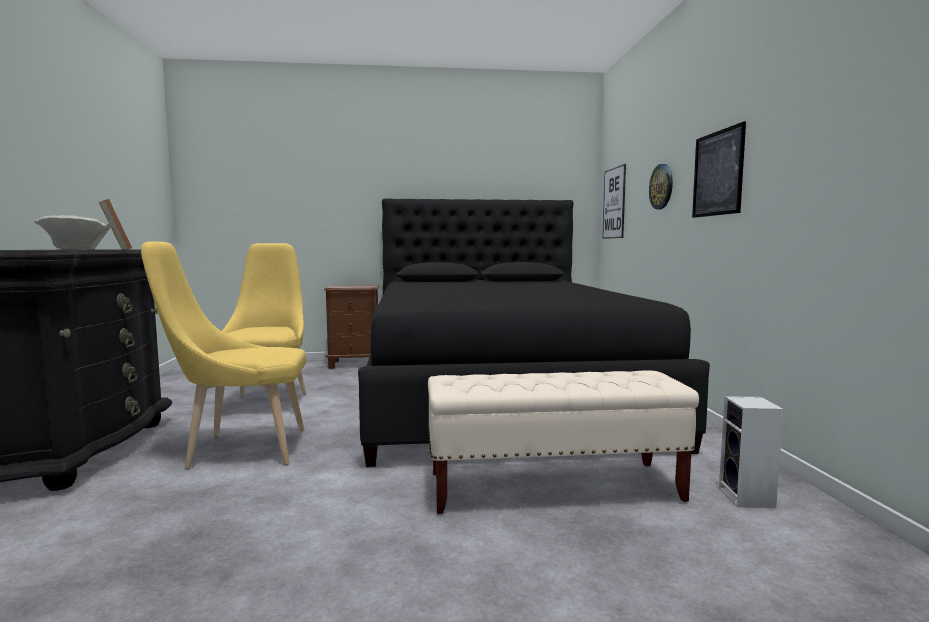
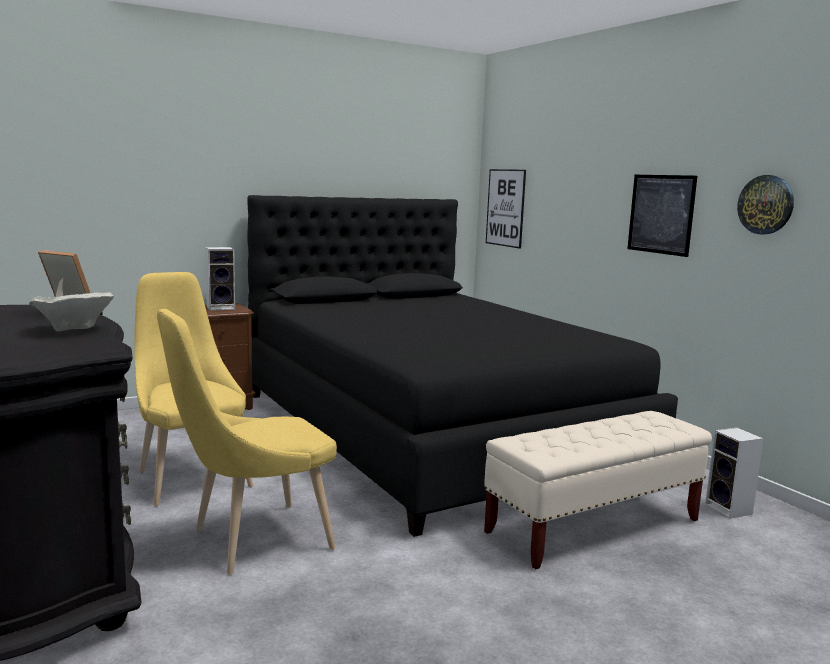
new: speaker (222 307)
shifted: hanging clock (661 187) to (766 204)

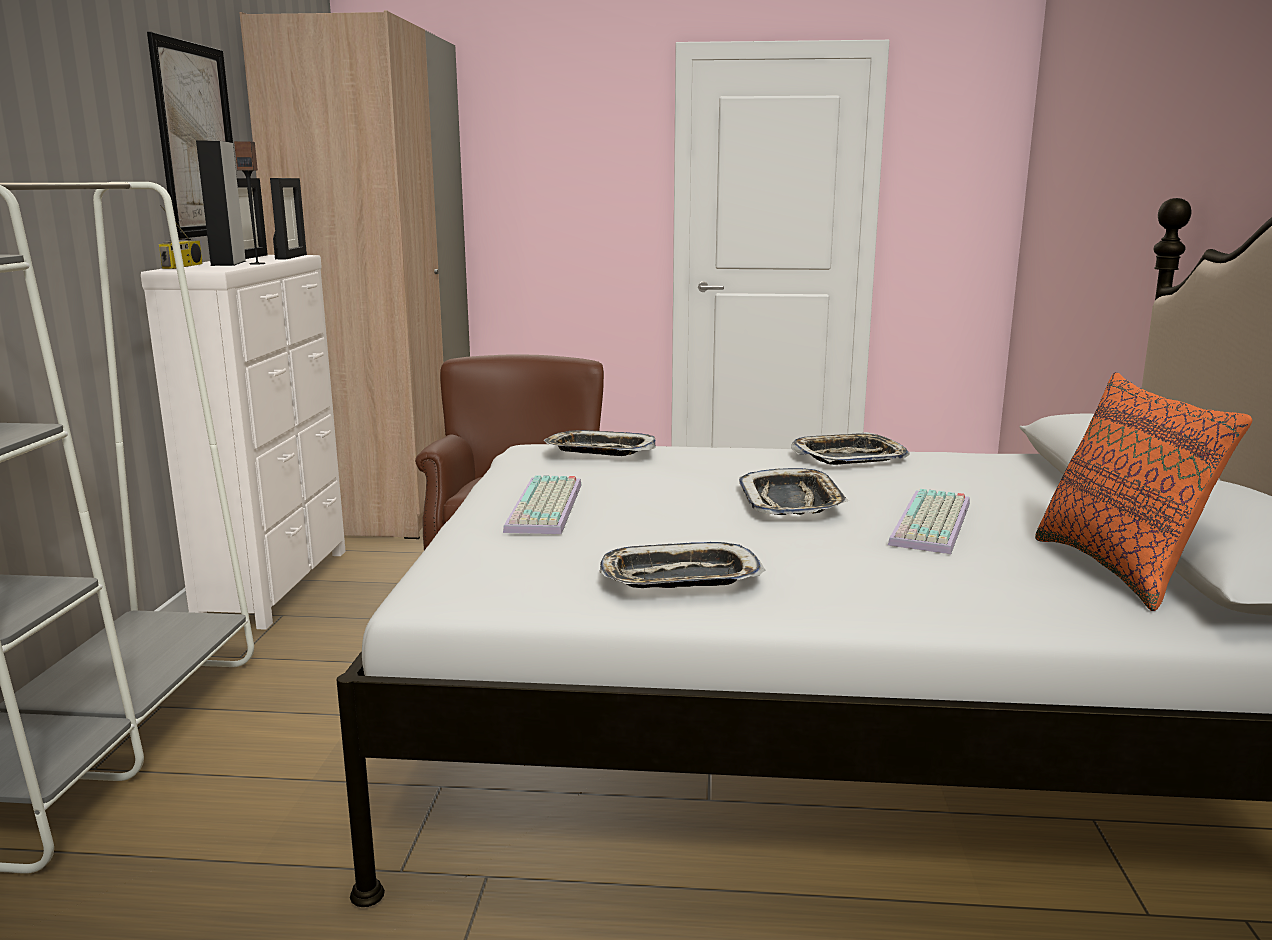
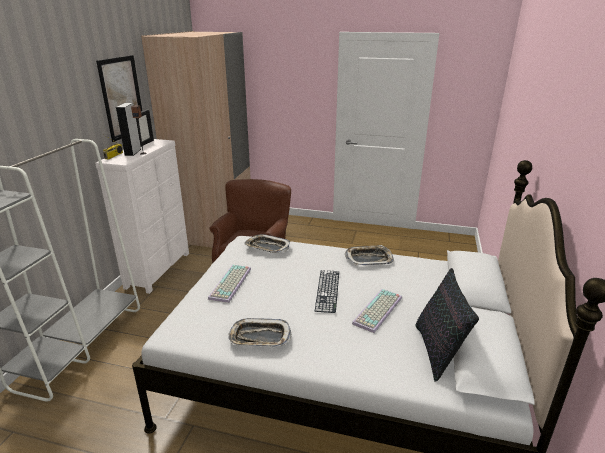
gone: picture frame (291 257)
swapped: tray (791 501) to keyboard (327 290)
repainted: orangey throw pillow (1116 571) to black-coloured throw pillow (437 352)

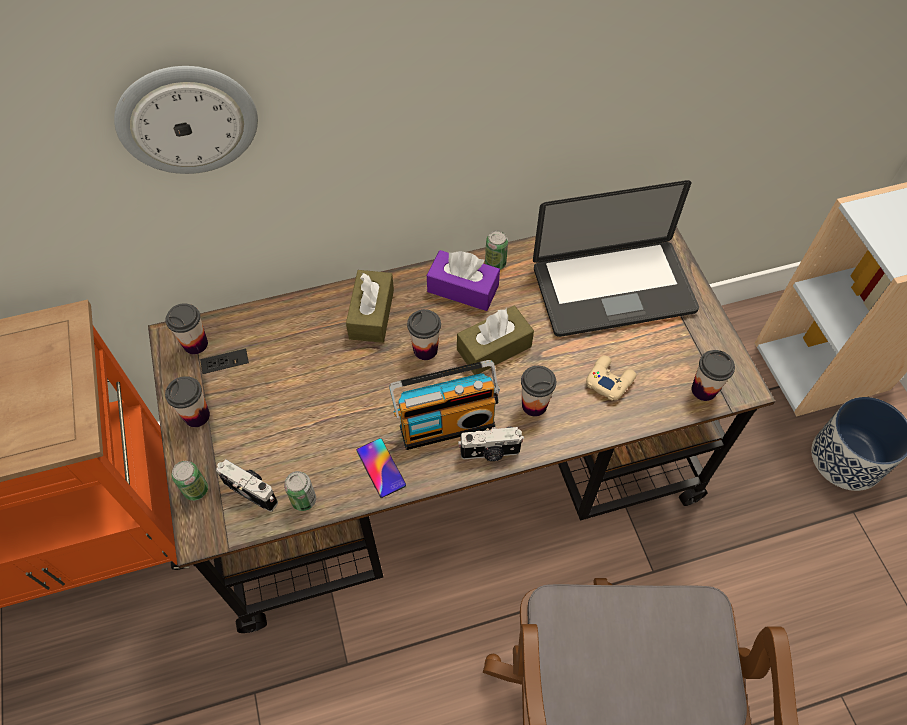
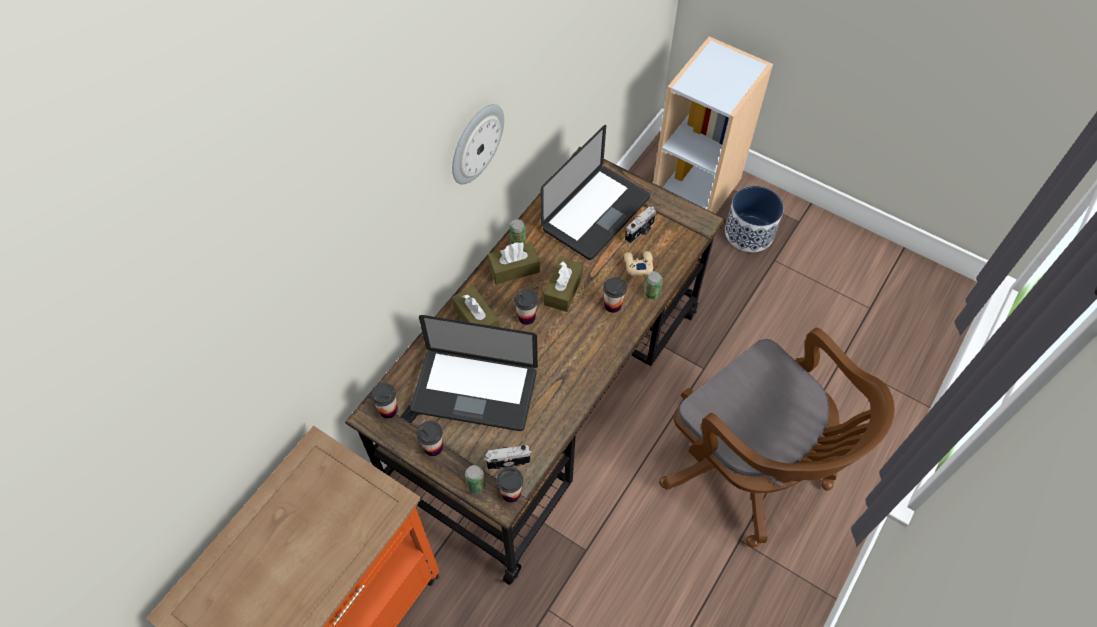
gone: phone (381 468); radio receiver (446 423)
new: laptop (474 391)
shifted: hanging clock (187 119) to (475 143); sealed can (304 500) to (651 293); photo camera (490 453) to (640 232); small cup (704 390) to (511 493)
repainted: purple box of tissues (463 289) to brown-coloured box of tissues (514 268)

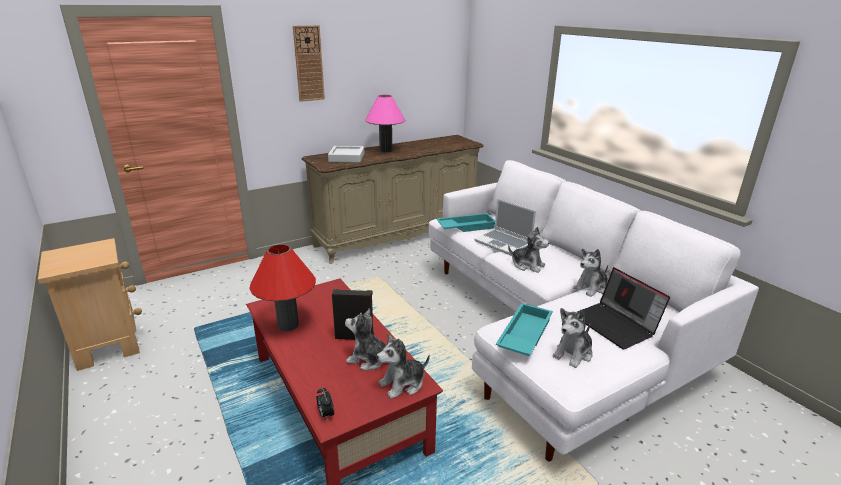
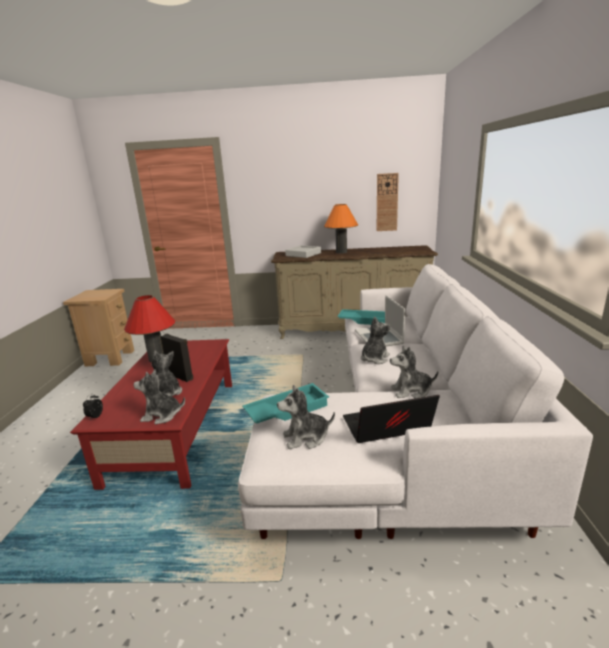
shifted: hanging clock (308 64) to (387 202)
repainted: pink tabletop lamp (385 150) to orangey tabletop lamp (341 252)
rotated: soft toy (527 265) = (374 358) 120 degrees counterclockwise; laptop (616 325) = (386 429) 75 degrees clockwise

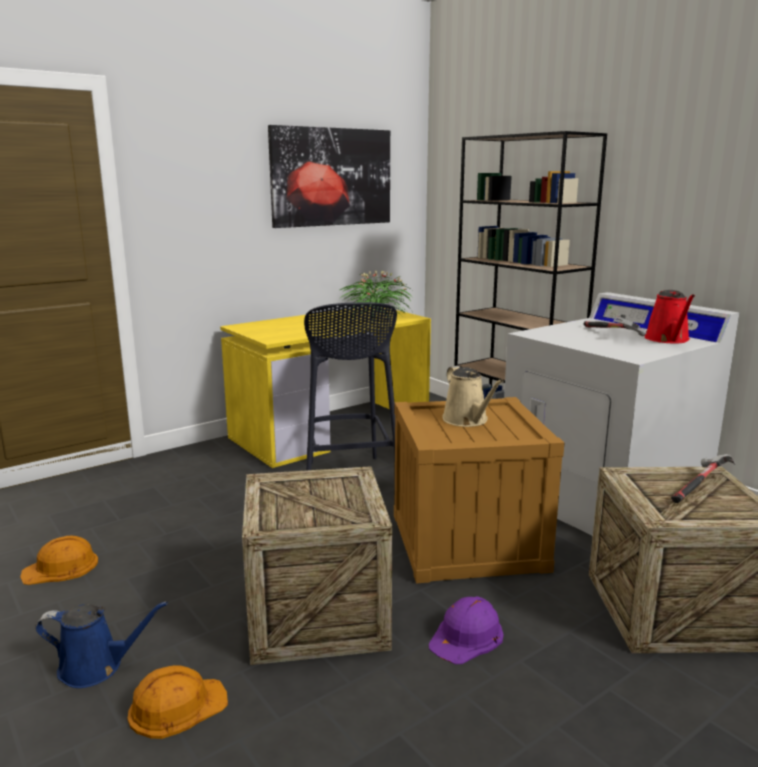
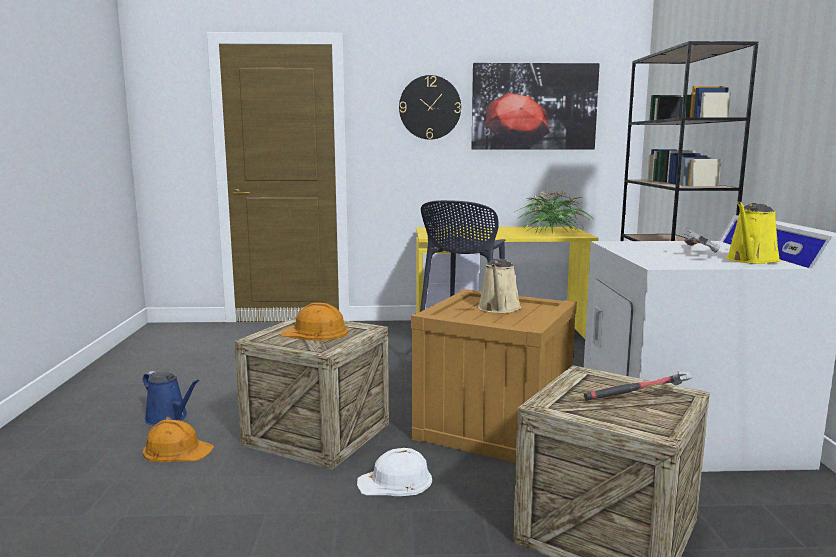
new: hanging clock (430 107)
shifted: orangey work helmet (61 568) to (315 332)
repainted: purple work helmet (467 636) to white-coloured work helmet (395 481); red sprinkling can (668 339) to yellowish sprinkling can (751 260)

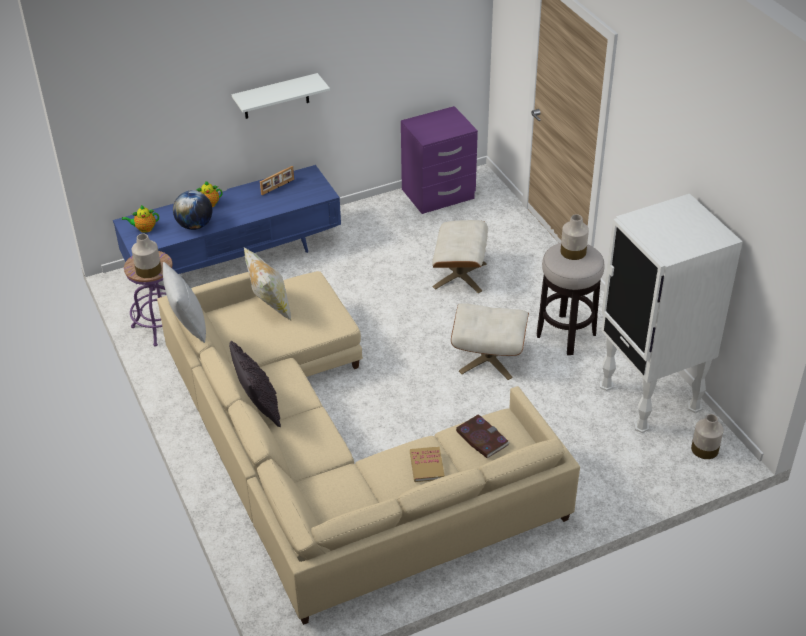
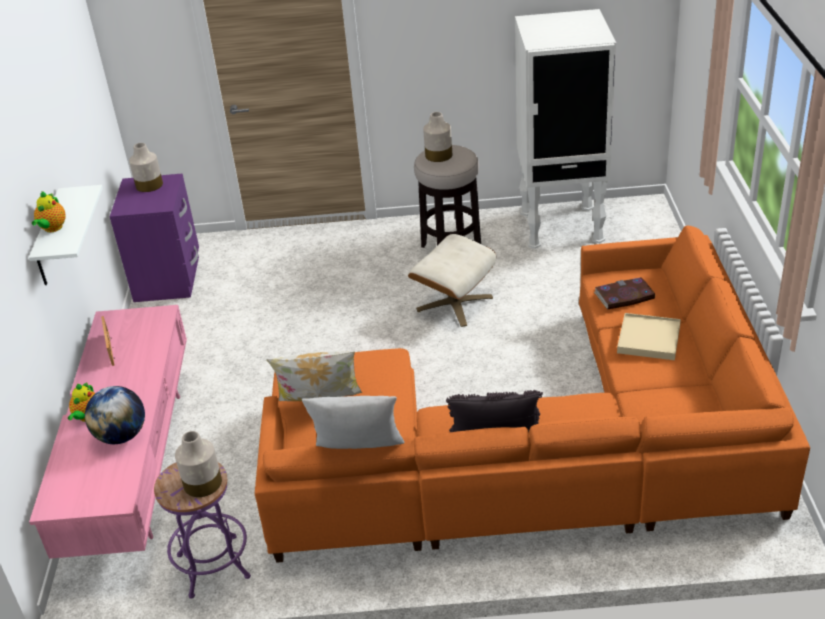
gone: sand-coloured pouffe (460 275)
shifted: teapot (144 229) to (52 228); sand-coloured vase (705 449) to (149 185)
swapped: volume (426 465) to sand-coloured tray (648 339)
repainted: blue media console (233 257) to pink media console (131 466); sand-coloured settee (331 456) to orangey settee (541 446)

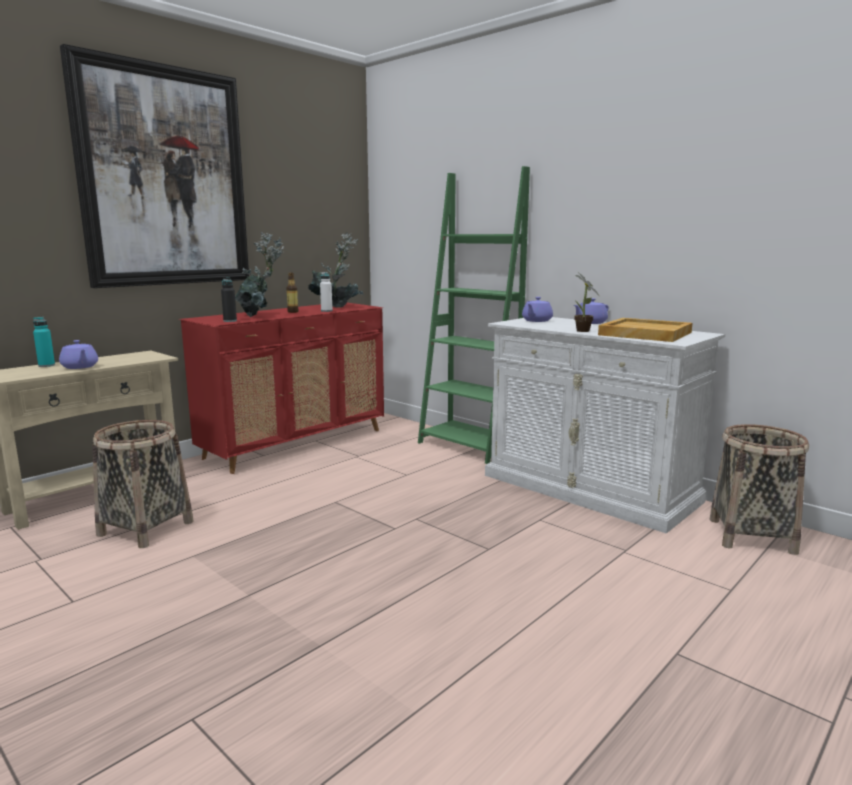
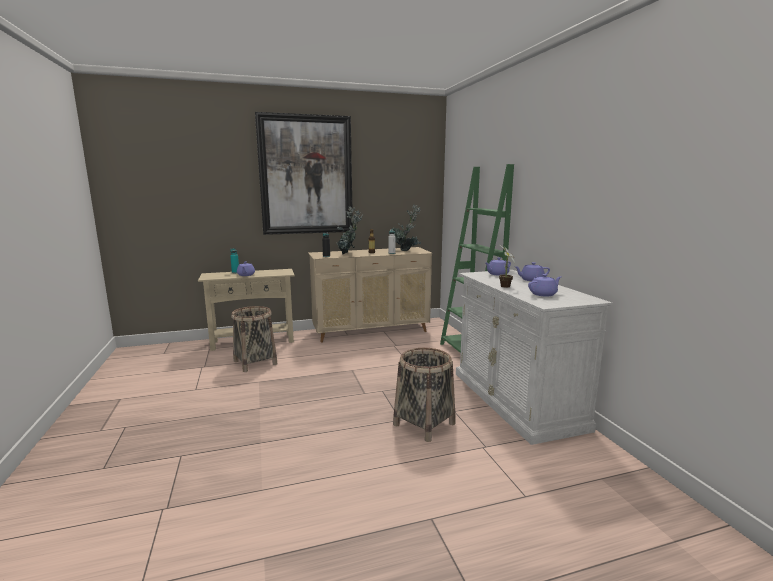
shifted: storage basket (752 536) to (424 424)
swapped: sand-coloured tray (644 334) to purple teapot (543 294)
repainted: red cupboard (296 444) to sand-coloured cupboard (371 331)

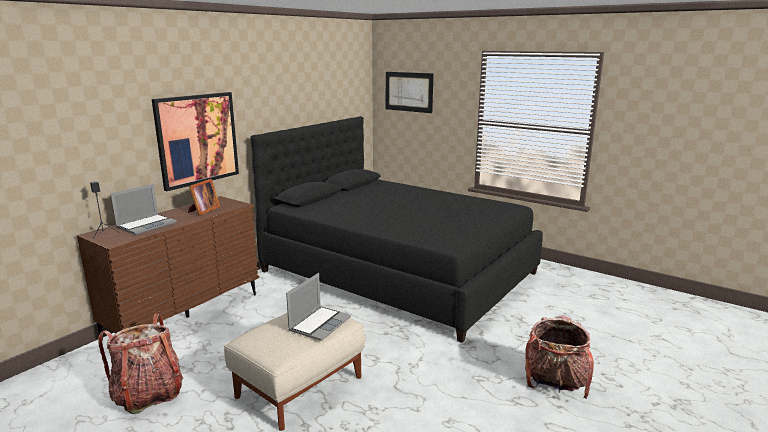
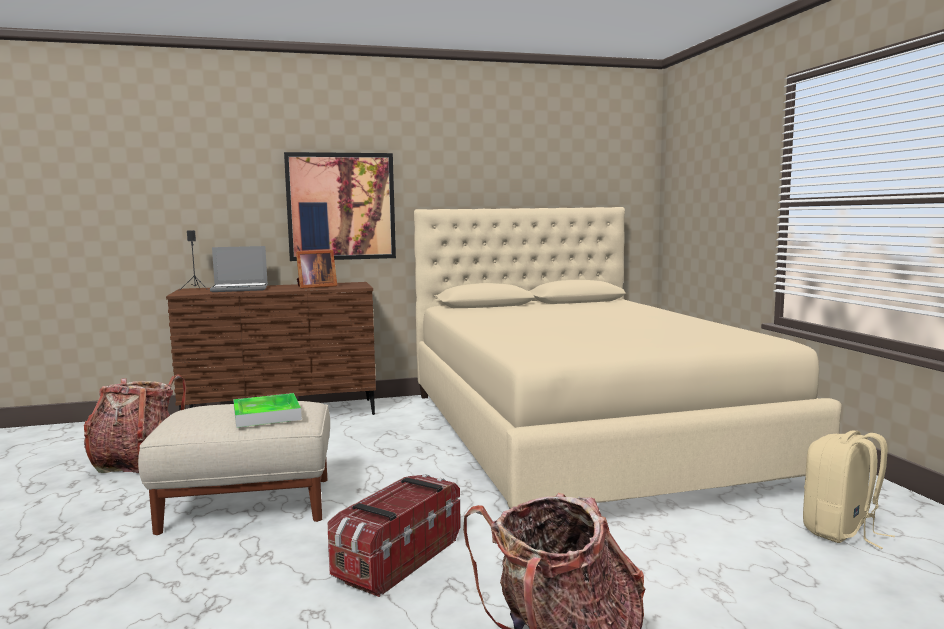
gone: picture (408 92)
new: storage box (396 558); sand-coloured knapsack (841 531)
swapped: laptop (319 324) to tray (267 415)
repainted: black-coloured bed (398 272) to sand-coloured bed (580 433)

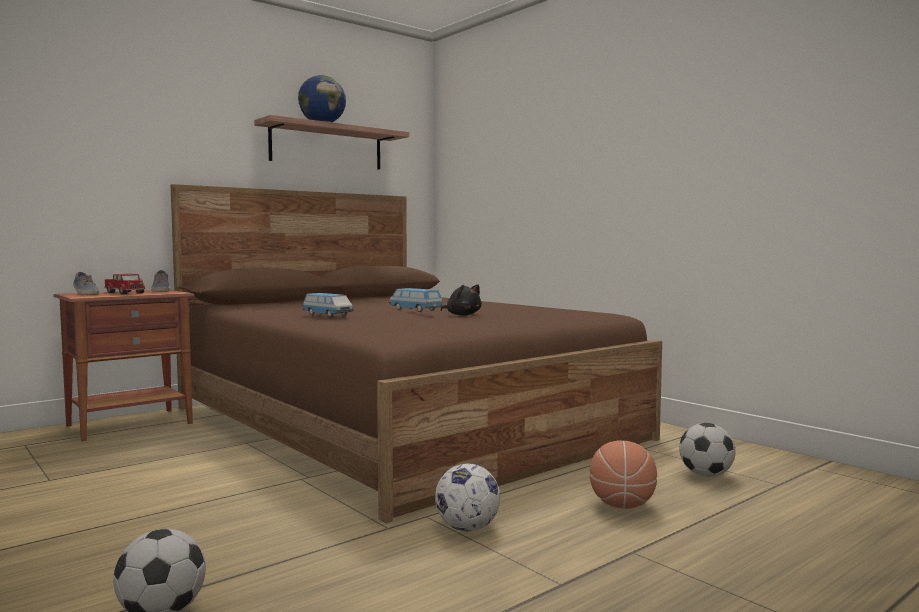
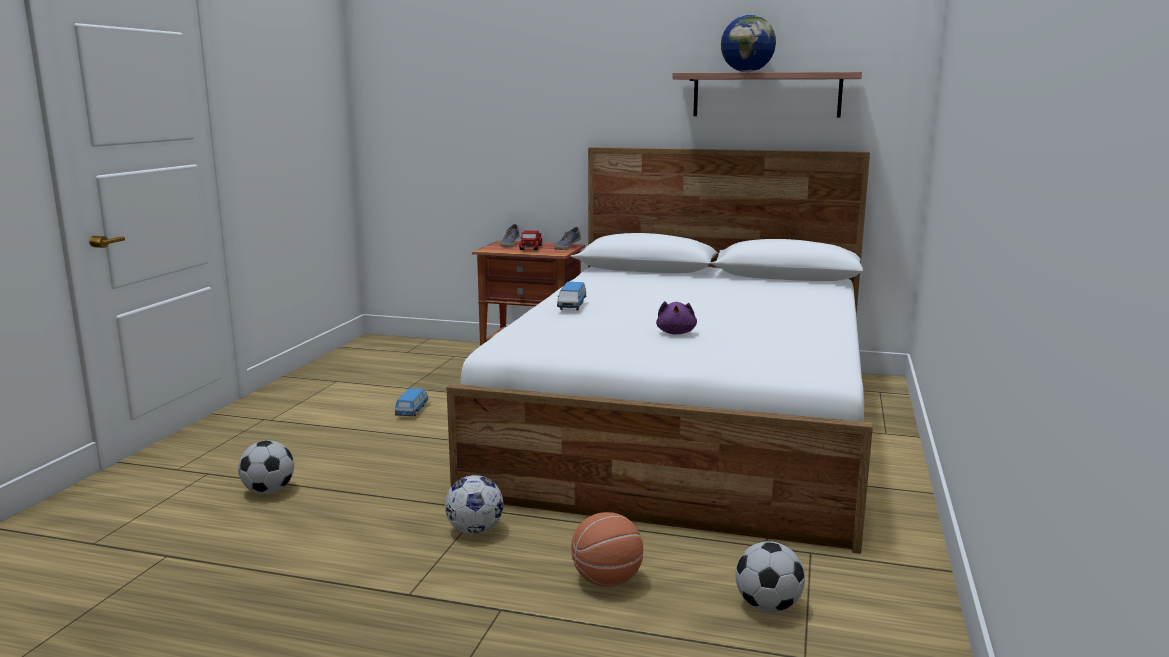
shifted: toy car (415 310) to (412 411)
repainted: brown-coloured bed (398 422) to white-coloured bed (689 425); black-coloured soft toy (462 315) to purple soft toy (676 333)

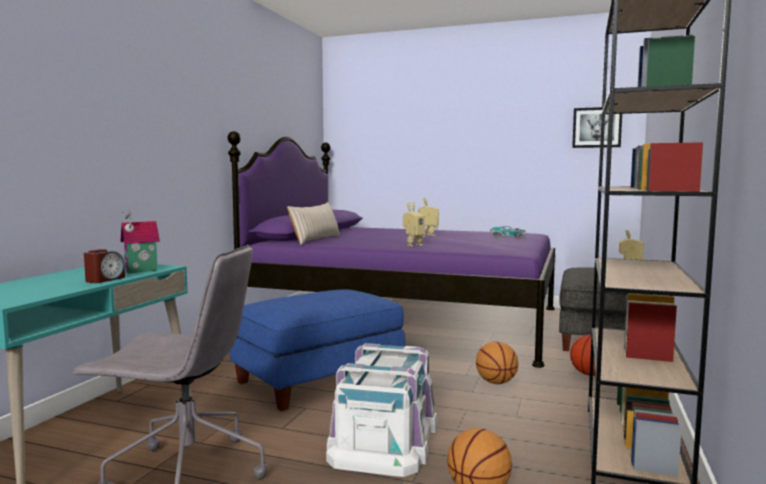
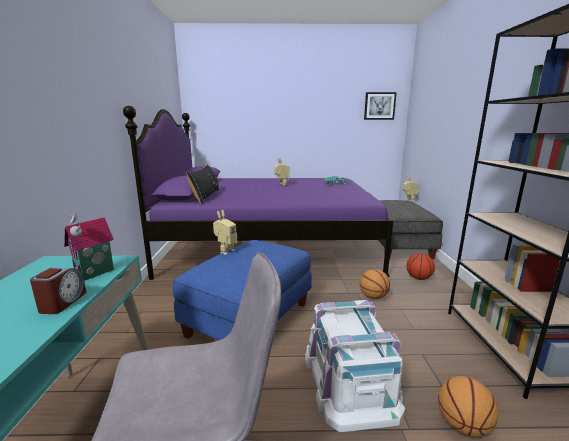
shifted: model robot (413 245) to (225 251)
repainted: sand-coloured throw pillow (316 240) to black-coloured throw pillow (206 196)

